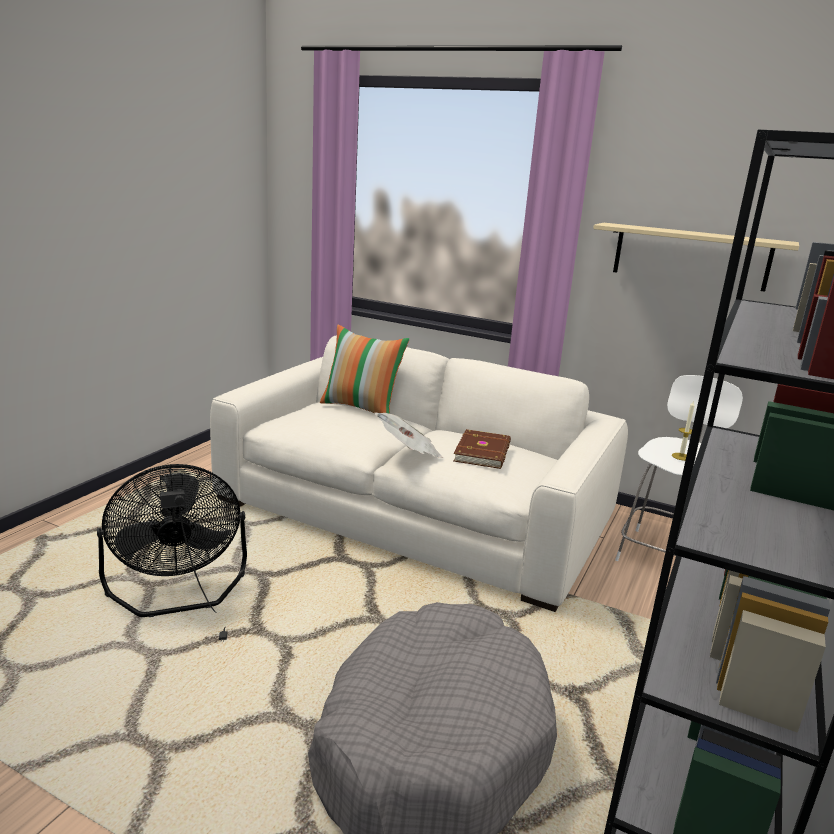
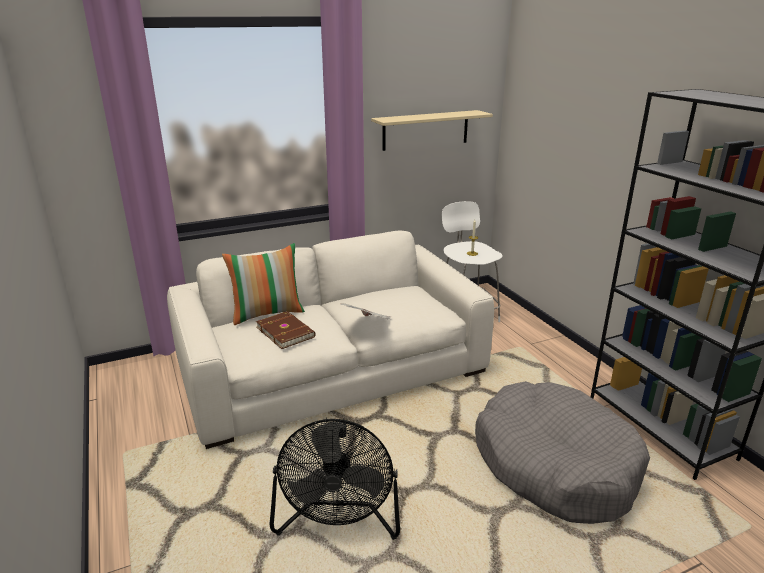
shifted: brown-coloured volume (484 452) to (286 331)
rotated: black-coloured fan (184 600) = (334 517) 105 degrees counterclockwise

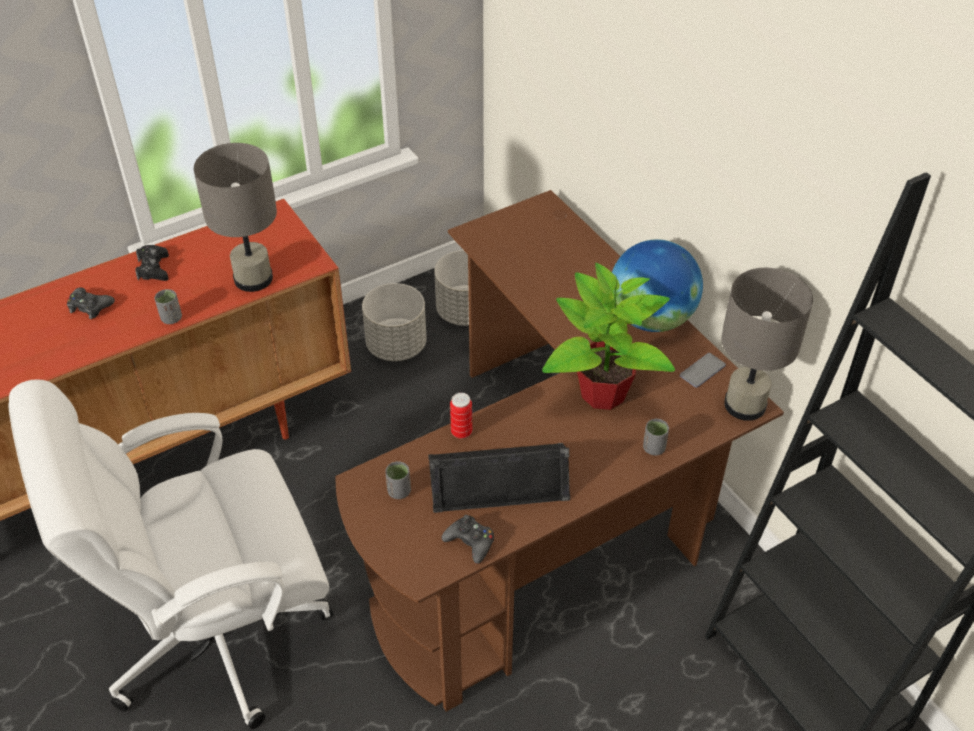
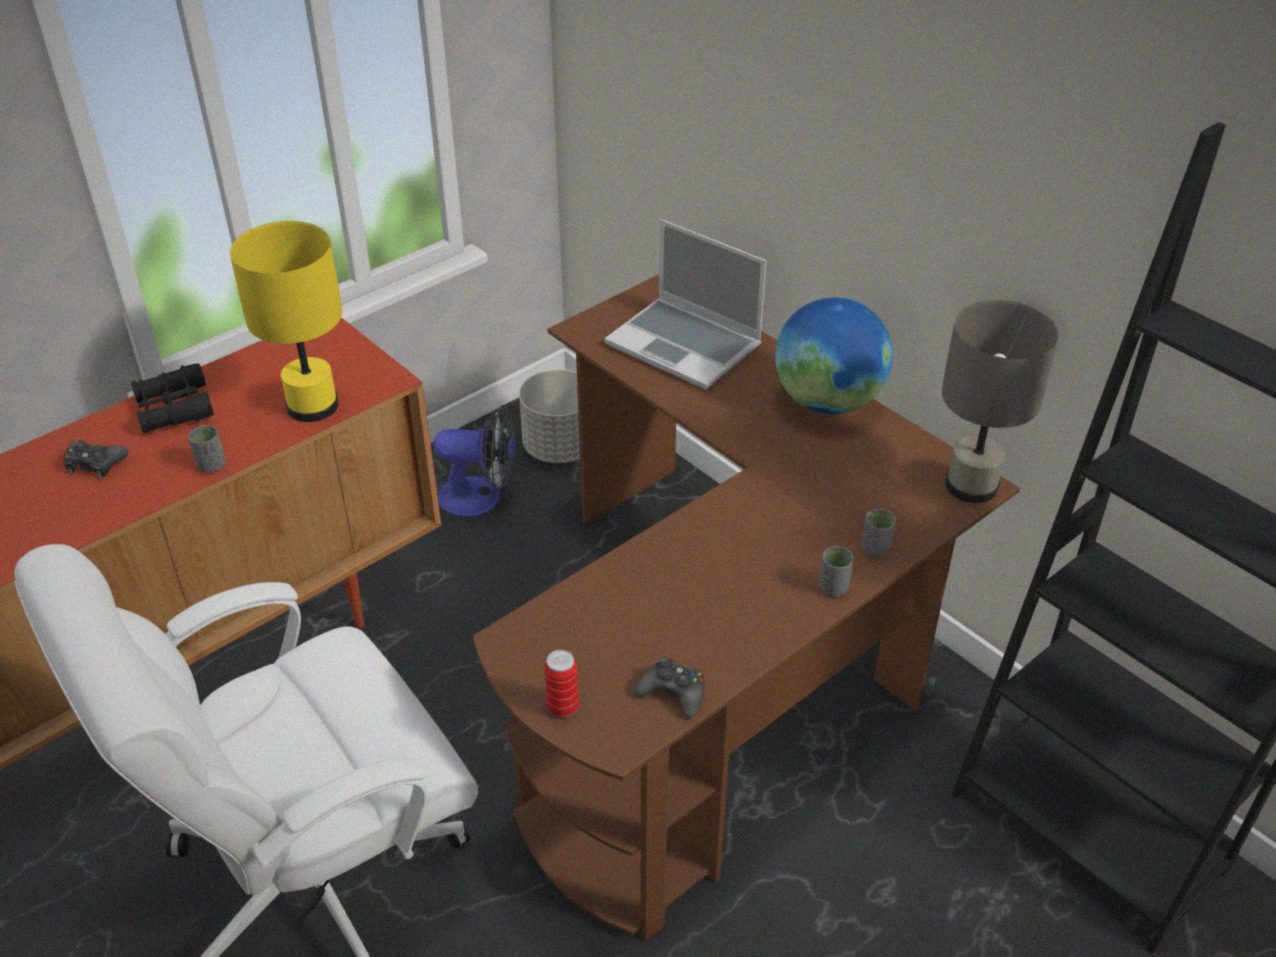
gone: black-coloured speaker (498 482); houseplant (601 393); phone (702 371)
new: laptop (686 345)
shifted: grey small cup (399 491) to (833 587); sealed can (461 432) to (563 707)
swapped: black-coloured gamepad (153 268) to black-coloured pair of binoculars (174 408); grey planter (396 345) to fan (481 497)
repainted: grey tabletop lamp (253 278) to yellowish tabletop lamp (312 405)

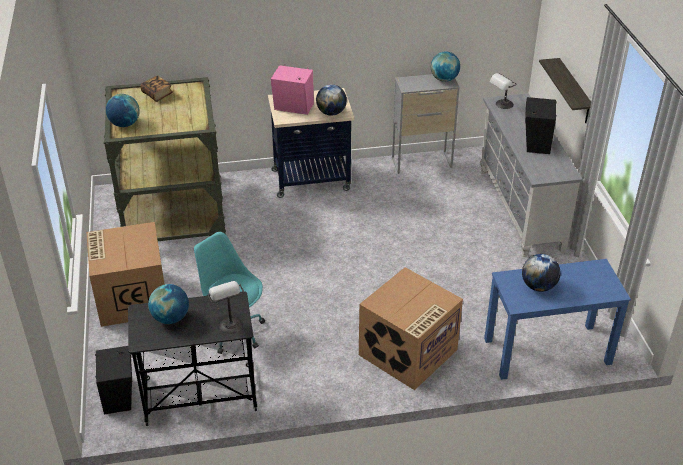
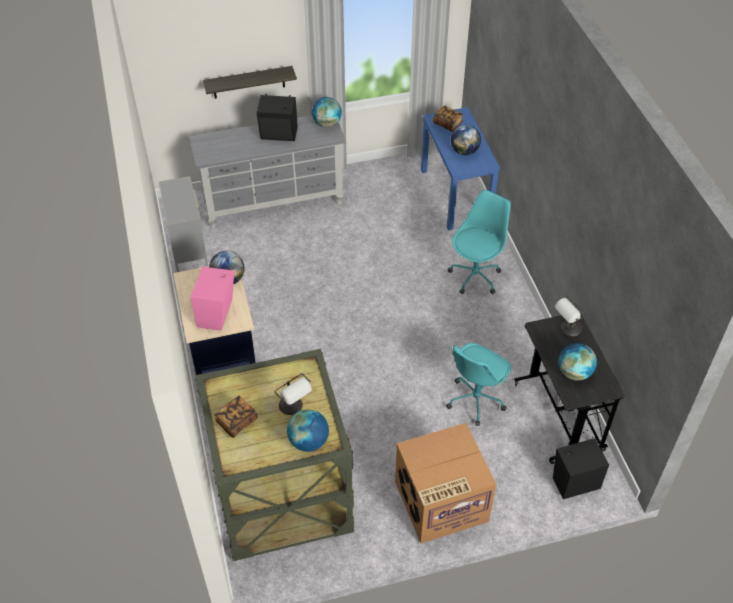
new: volume (447 123)
shifted: globe (444 79) to (327 123); tabletop lamp (502 105) to (294 408)
swapped: cardboard box (408 353) to turquoise-coloured desk chair (475 276)

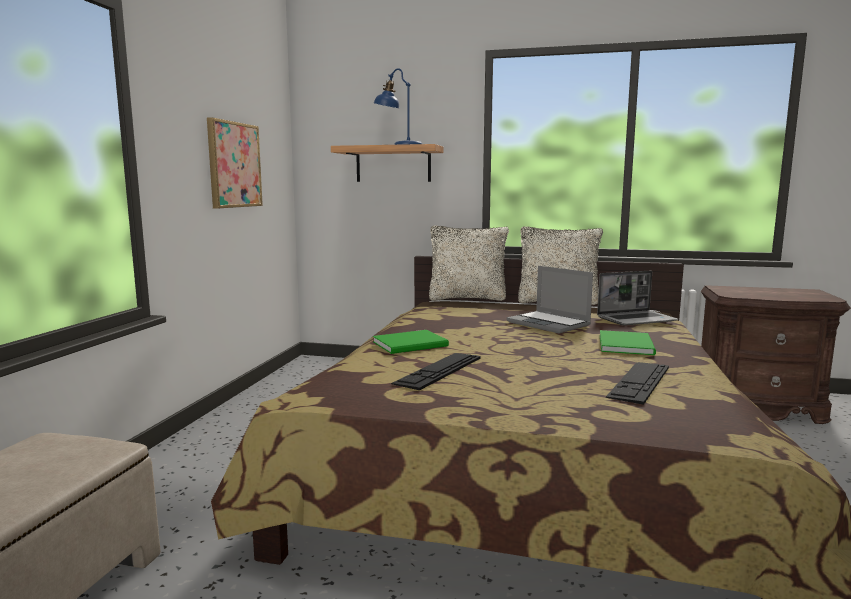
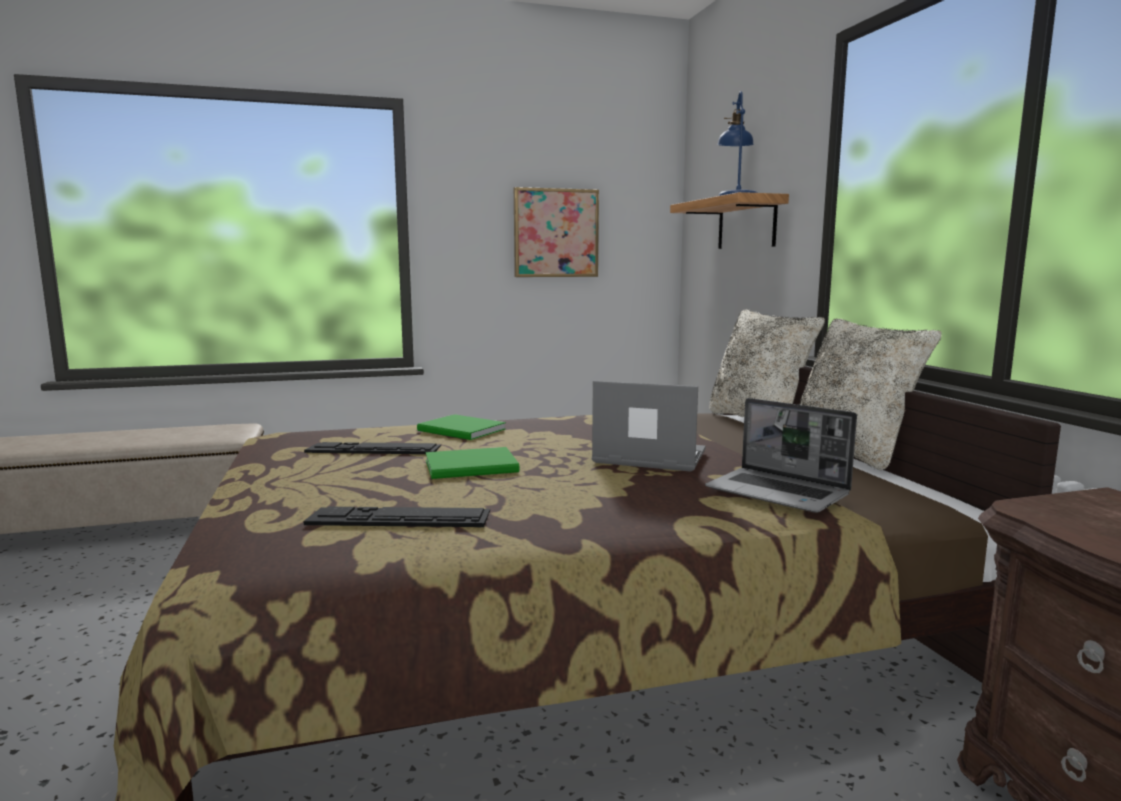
shifted: greenish volume (627 344) to (474 466)
rotated: laptop (549 324) = (647 458) 90 degrees clockwise

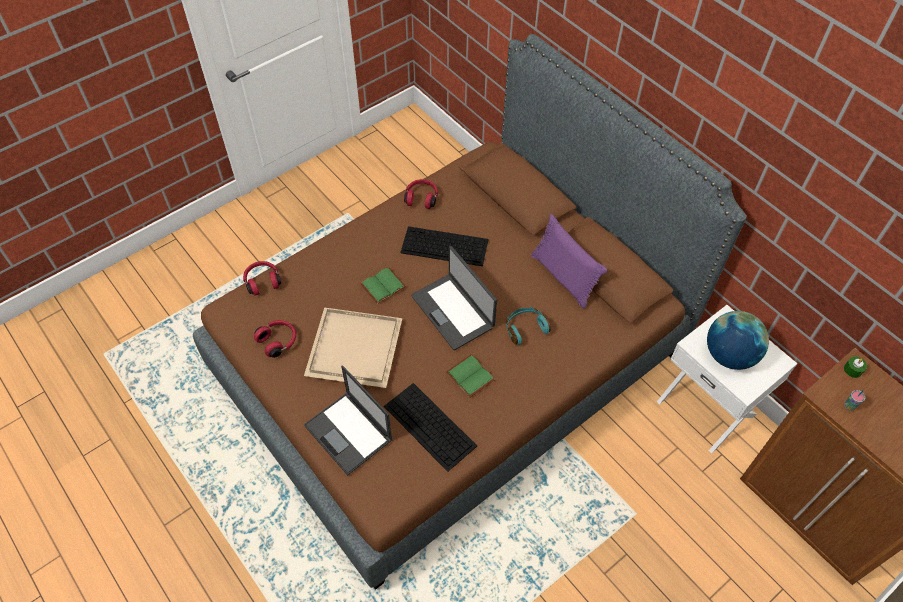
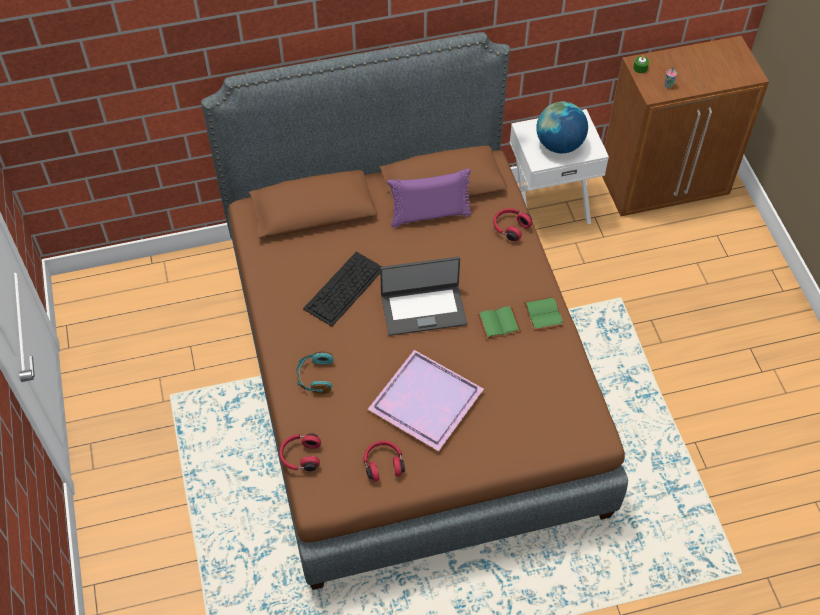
gone: laptop (349 433); keyboard (431 426)
shifted: greenish volume (383 285) to (542 314); red headset (421 198) to (510 228); turquoise-coloured headset (525 328) to (315 377)
repainted: sand-coloured tray (353 347) to purple tray (423 401)

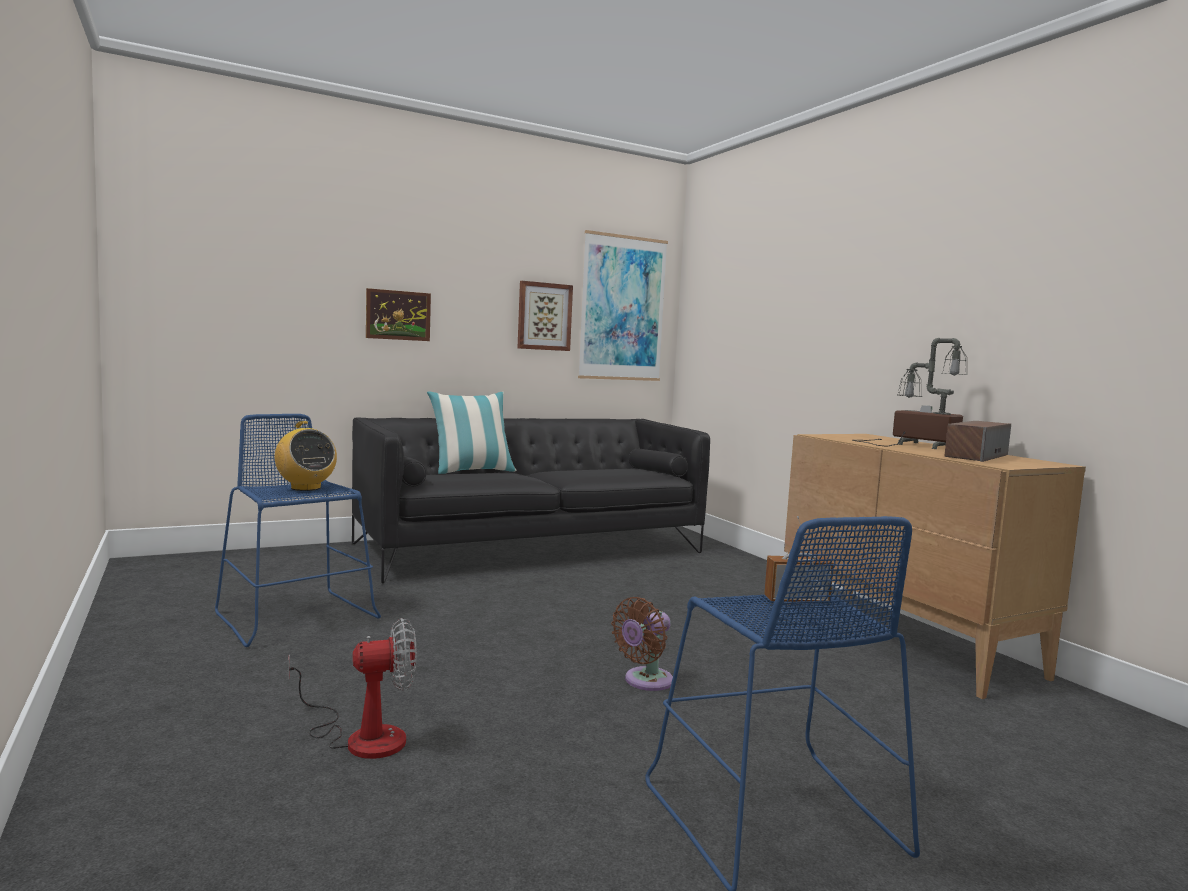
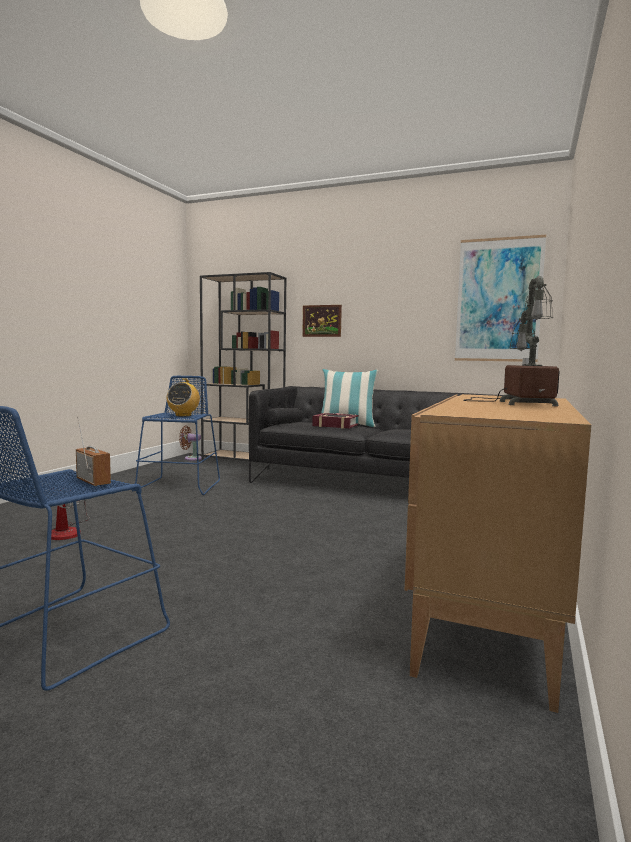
gone: picture (544 316); speaker (976 456)
new: shelving unit (243 462); volume (335 425)
shifted: brown-coloured fan (645 681) to (191 458)

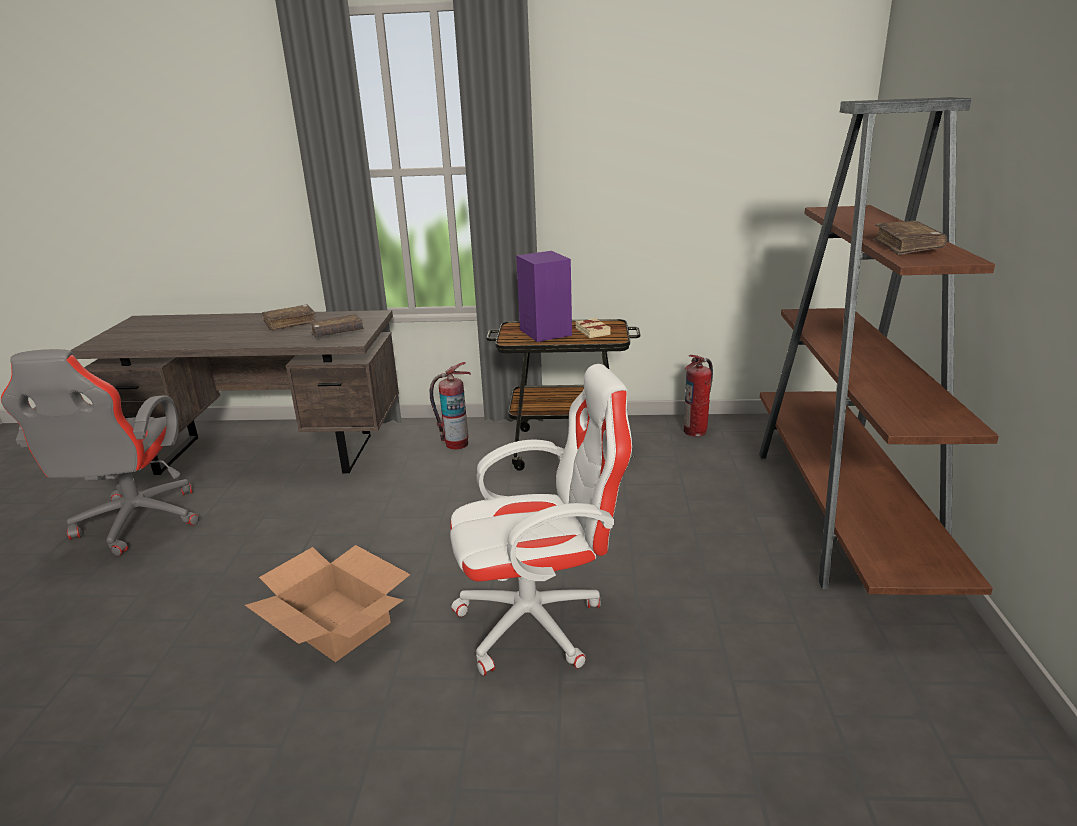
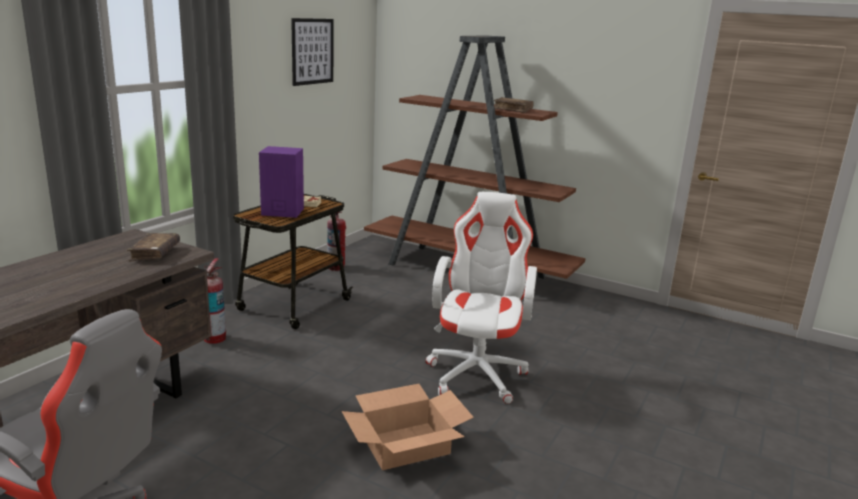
gone: brown-coloured volume (290 323)
new: picture (312 51)

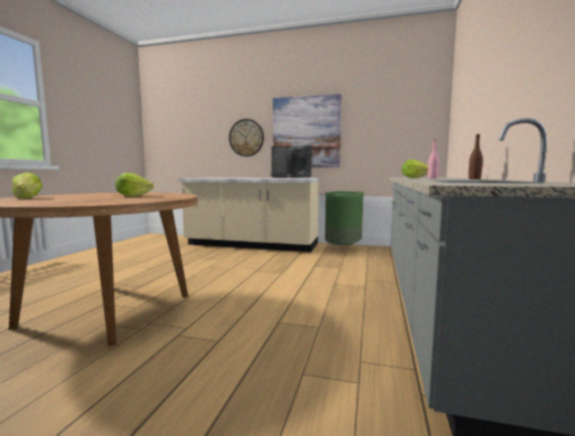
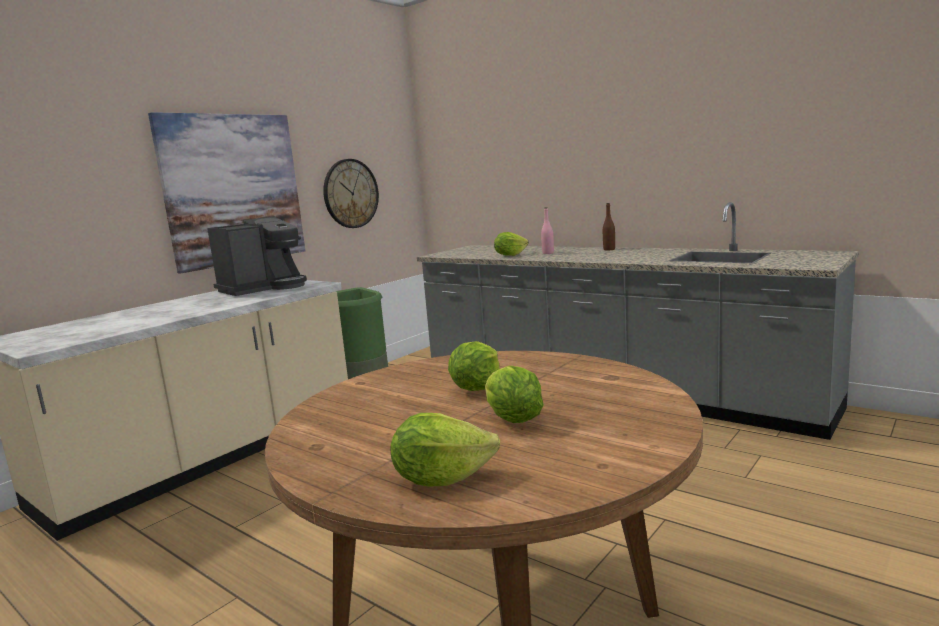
new: lettuce head (512 419)
shifted: hanging clock (246 138) to (350 193)

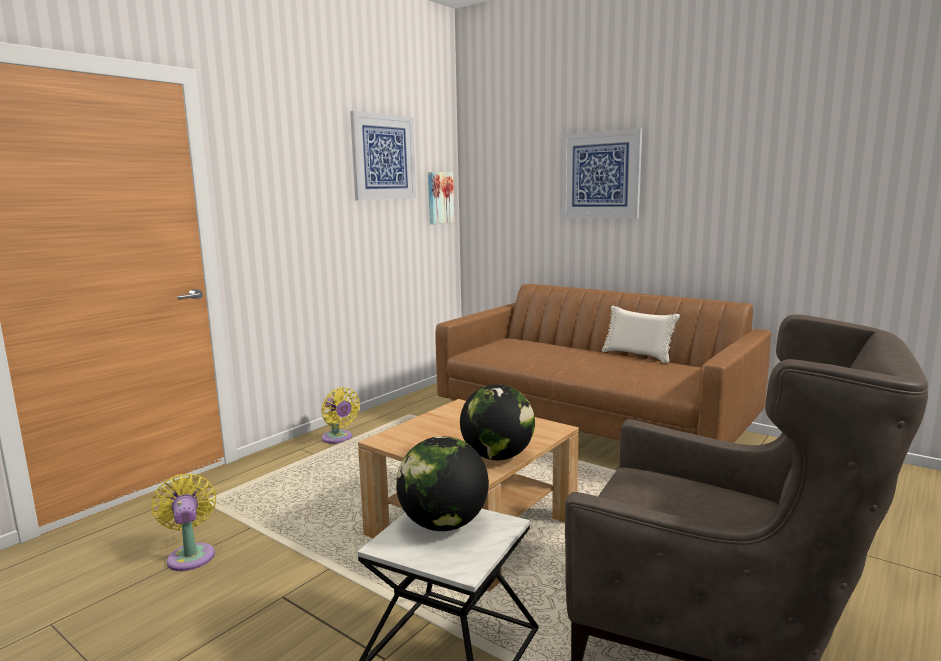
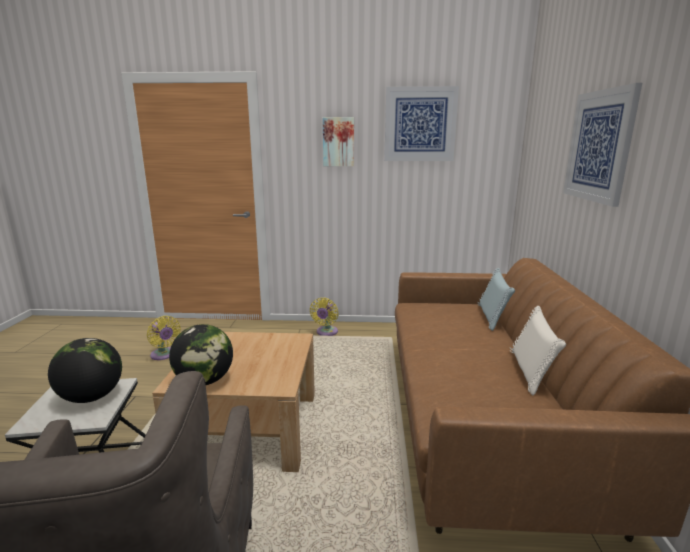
new: blue throw pillow (492 317)
shifted: picture (439 198) to (338 142)
rotated: yellowish fan (191 555) = (164 355) 105 degrees clockwise

